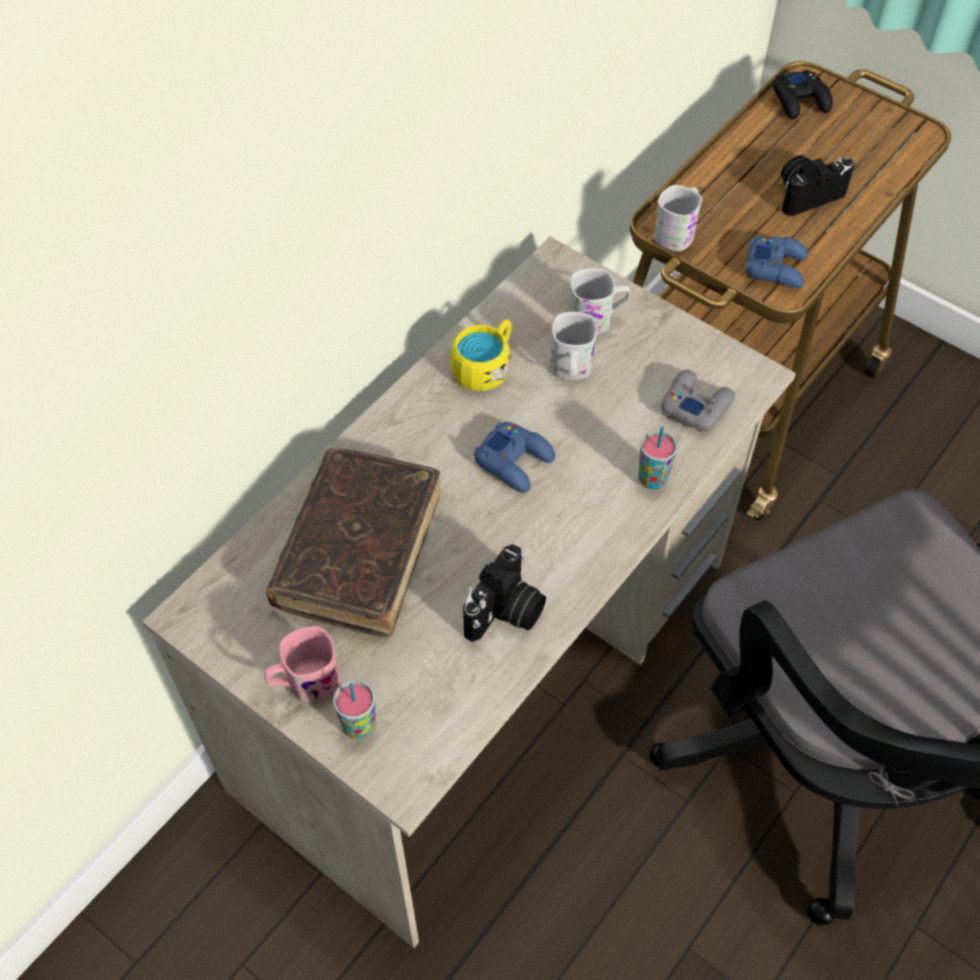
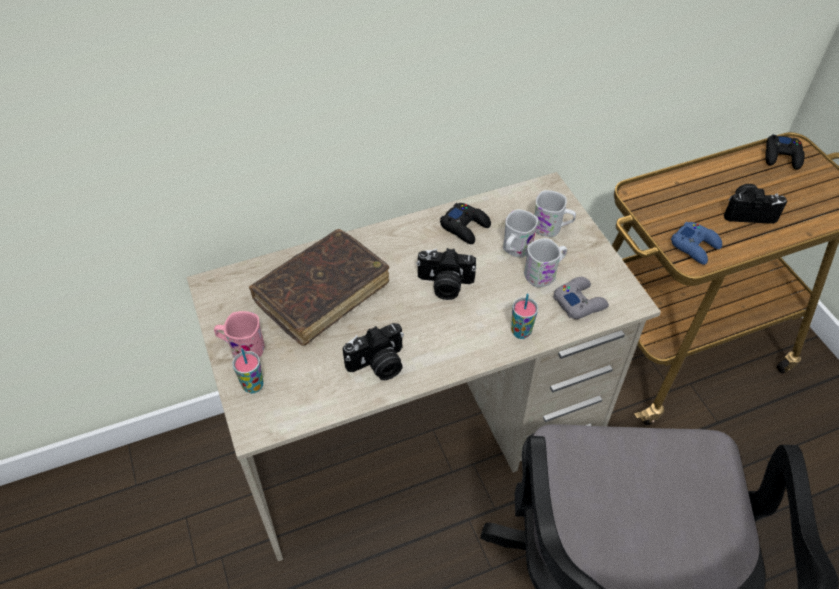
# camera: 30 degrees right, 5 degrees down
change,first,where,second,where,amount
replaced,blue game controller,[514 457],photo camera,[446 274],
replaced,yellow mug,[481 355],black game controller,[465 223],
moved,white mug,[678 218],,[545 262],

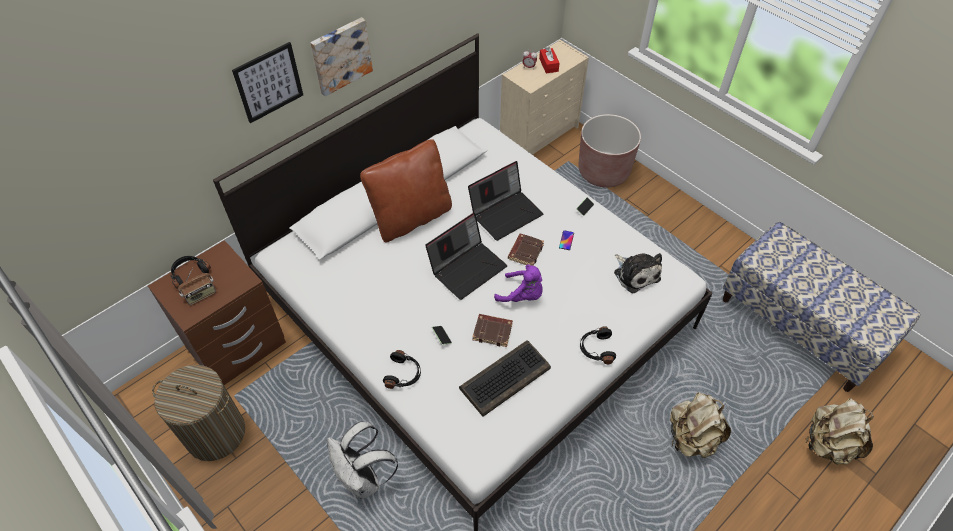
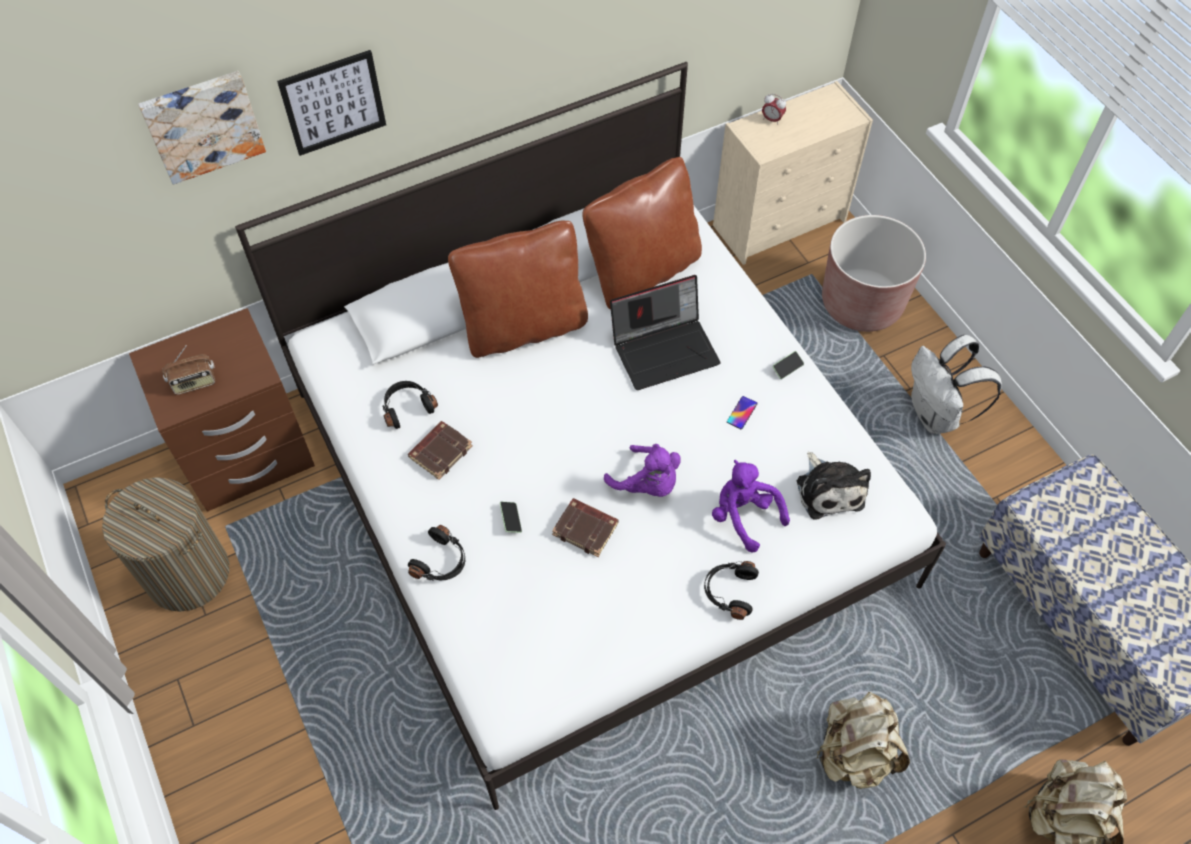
# camera: 15 degrees right, 5 degrees up
change,first,where,second,where,amount
moved,picture,[341 56],,[202 127],
moved,black headphones,[191 272],,[410 405],
moved,brown book,[526 250],,[440 450],
added,,,brown pillow,[642 233],
added,,,purple plush toy,[751 506],
moved,white backpack,[362 460],,[956 384],
removed,laptop,[466 256],,,
removed,keyboard,[505 378],,,
removed,red tissue box,[549 60],,,

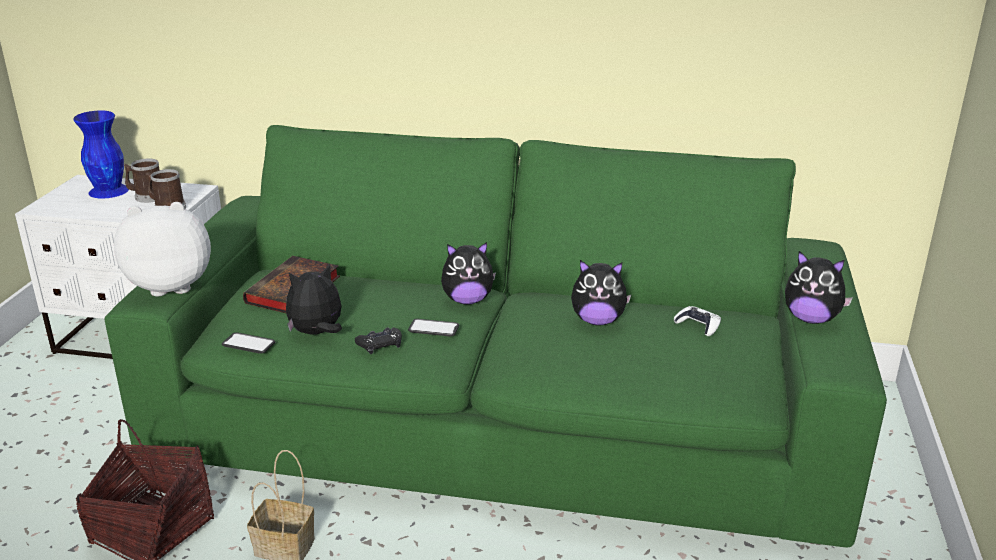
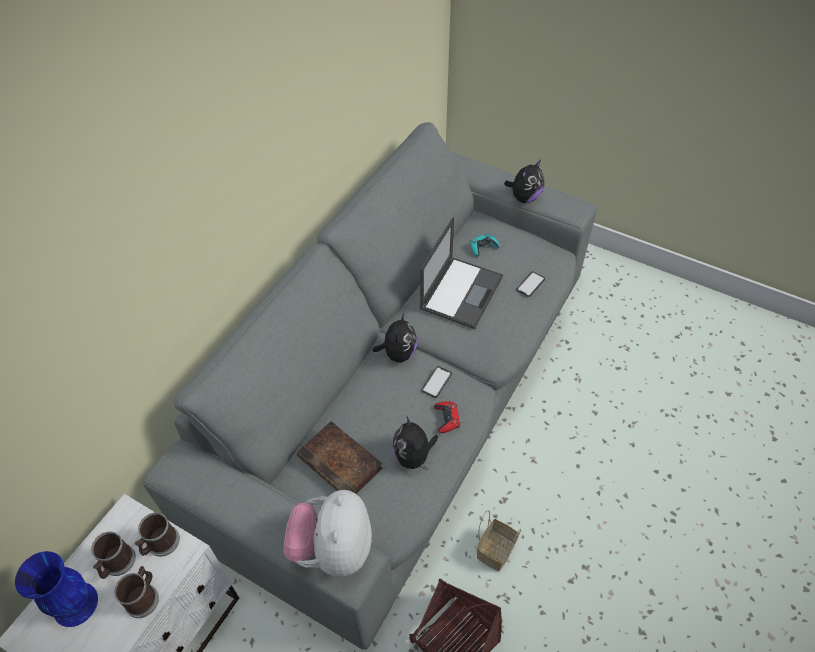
# camera: 70 degrees left, 25 degrees up
change,first,where,second,where,amount
added,,,mug,[136 592],
recoloured,green sofa,[496 336],grey sofa,[370 385],
replaced,plush toy,[601 292],laptop,[461 273],
recoloured,black game controller,[378 340],red game controller,[447 417],
recoloured,white game controller,[697 321],turquoise game controller,[485 245],
moved,phone,[248 343],,[530 284],

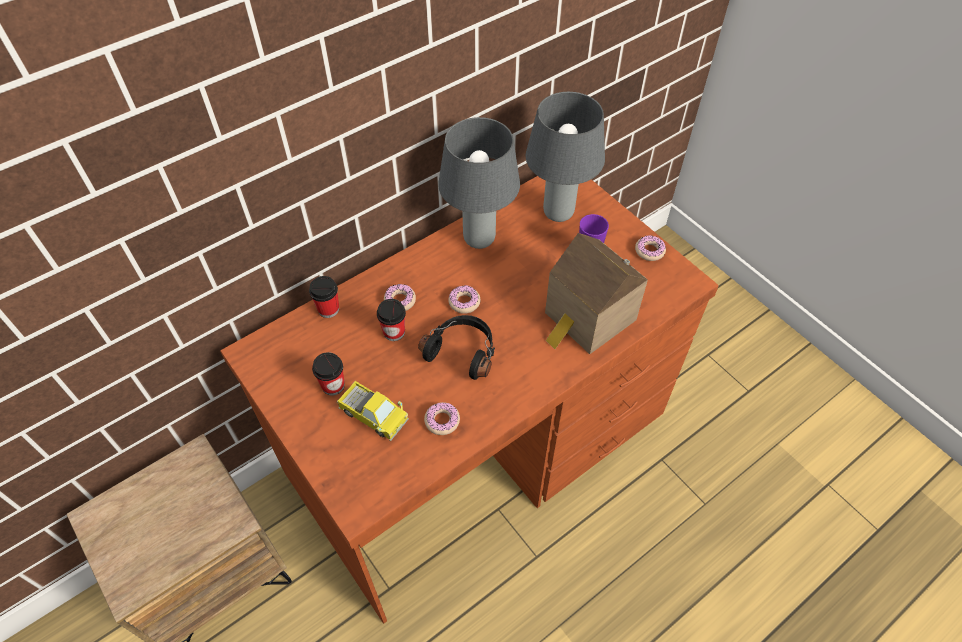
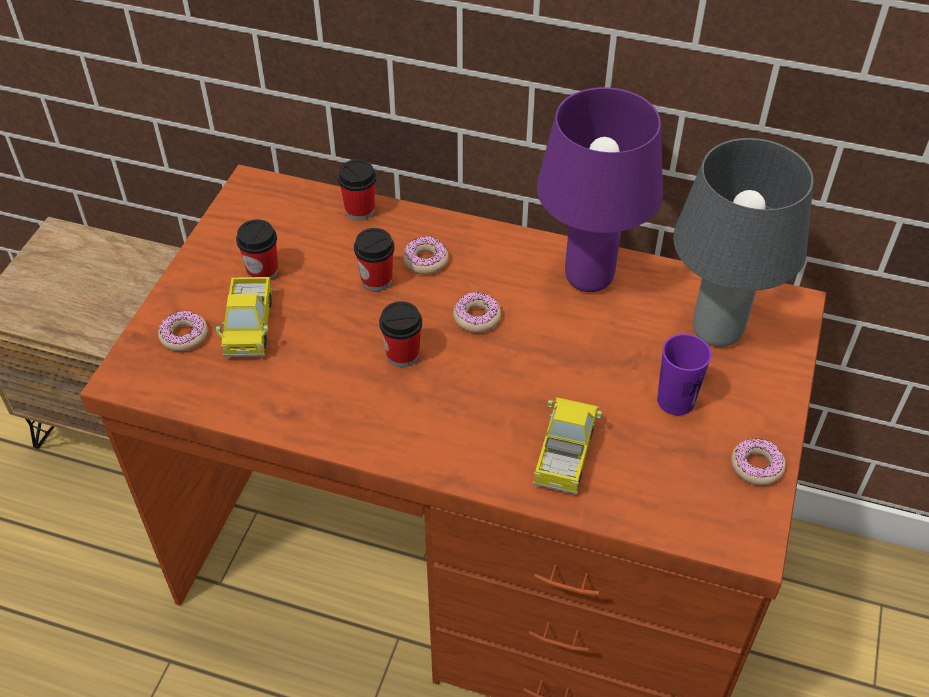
# camera: 55 degrees right, 5 degrees down
change,first,where,second,where,amount
moved,donut,[442 418],,[183 330],
replaced,black headphones,[456 347],cup,[400 334],
replaced,toy house,[596 293],toy truck,[567 446],
recoloured,grey table lamp,[479 183],purple table lamp,[600 189],

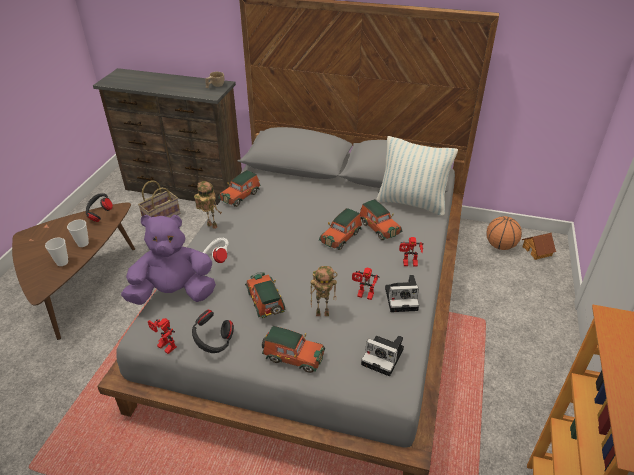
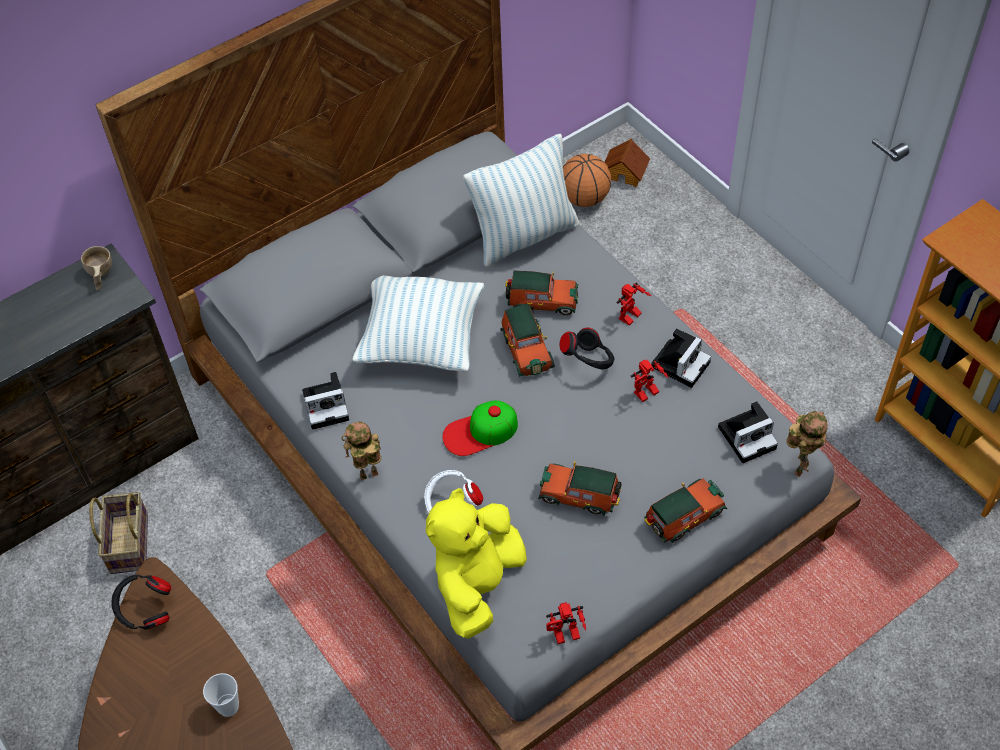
# camera: 50 degrees left, 15 degrees up
change,first,where,second,where,amount
replaced,toy car,[239 188],photo camera,[325 401],
added,,,pillow,[418 323],
recoloured,purple plush toy,[168 260],yellow plush toy,[476 563],
added,,,cap,[480 428],
moved,black headphones,[213 331],,[587 349],
moved,toy robot,[323 291],,[807 444],
removed,cup,[78 233],,,

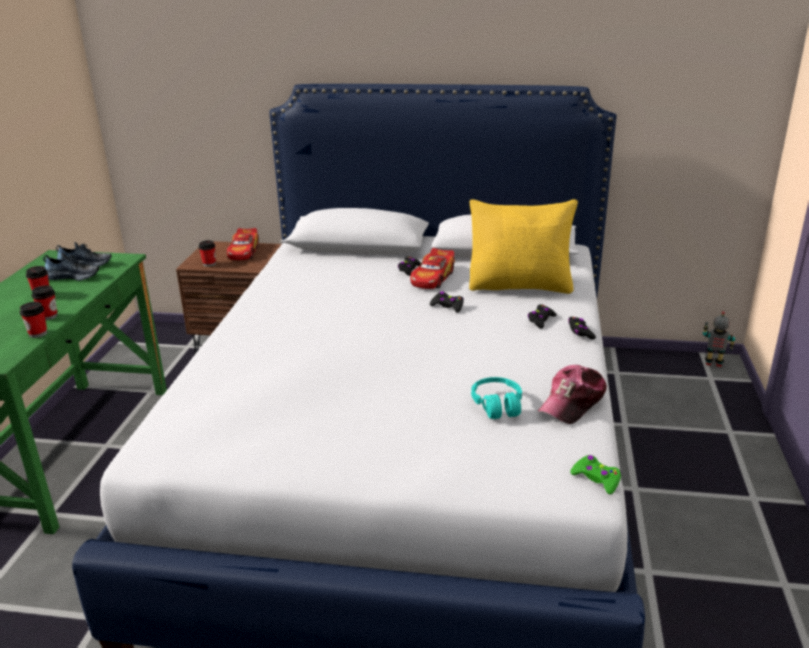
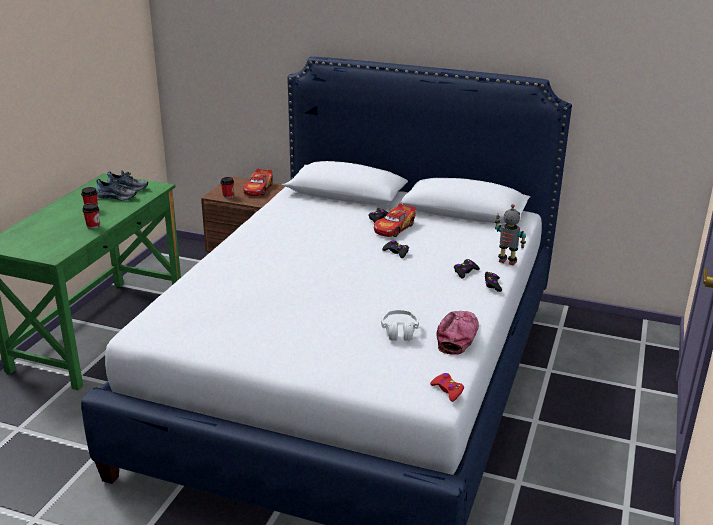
# camera: 10 degrees right, 0 degrees up
change,first,where,second,where,amount
recoloured,turquoise headphones,[496 398],white headphones,[400 325],
recoloured,green game controller,[596 474],red game controller,[447 387],
turned,cap,[572 394],,[457 333],150 degrees clockwise
moved,toy robot,[719 339],,[510 235],
removed,cup,[33 320],,,
removed,yellow pillow,[523 246],,,

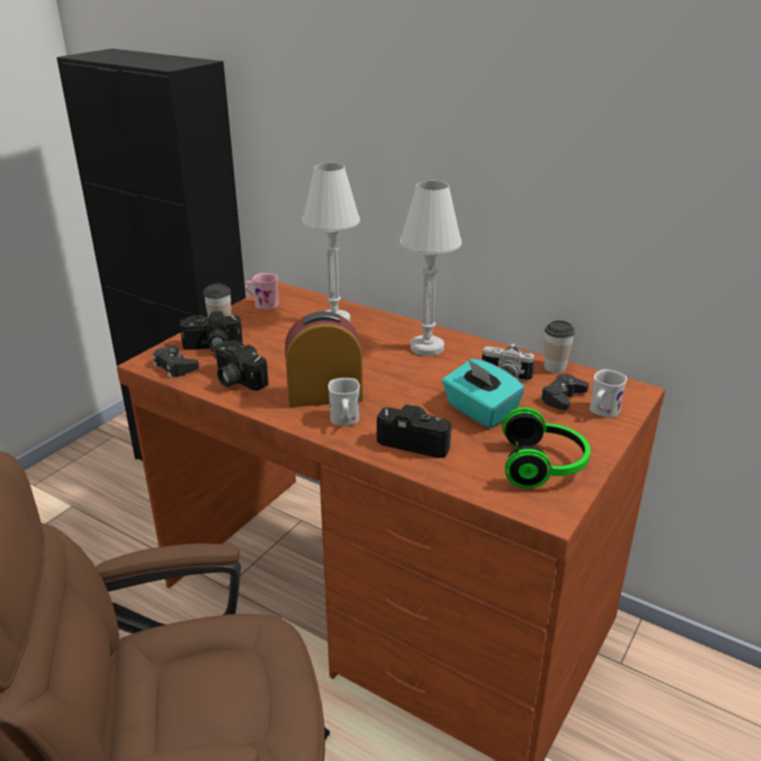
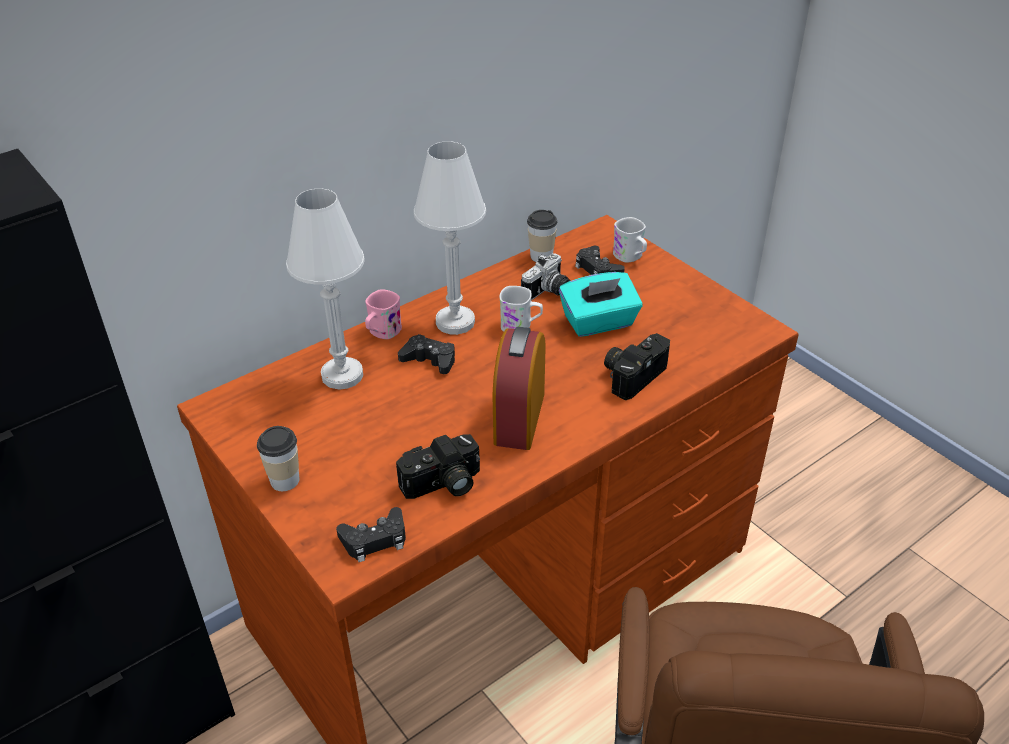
# camera: 70 degrees left, 10 degrees up
change,first,where,second,where,amount
moved,pink mug,[262 291],,[383 314],
added,,,black game controller,[426 354],
moved,white mug,[344 402],,[521 308],
removed,photo camera,[211 331],,,
removed,headphones,[546 447],,,

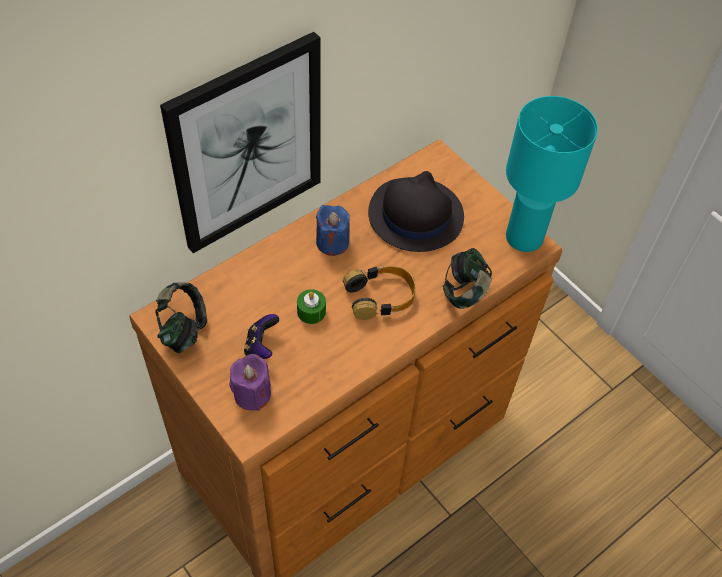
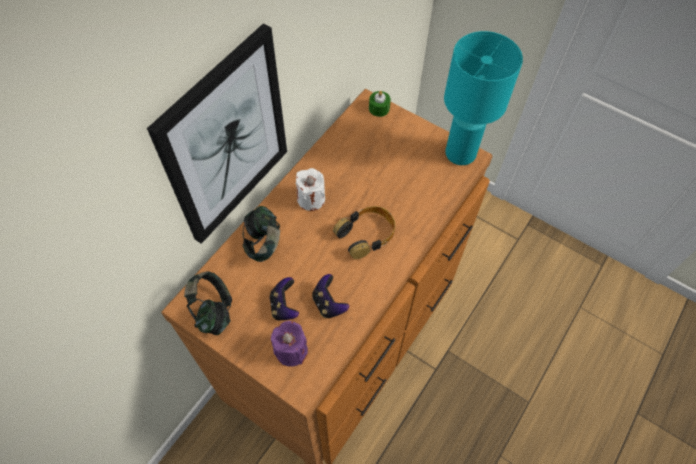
# camera: 15 degrees left, 5 degrees up
change,first,where,second,where,amount
moved,headphones,[467 278],,[261 234],
recoloured,blue candle,[333 230],white candle,[310 189],
added,,,game controller,[330 296],
moved,green candle,[311 306],,[380 104],
removed,black hat,[416 211],,,

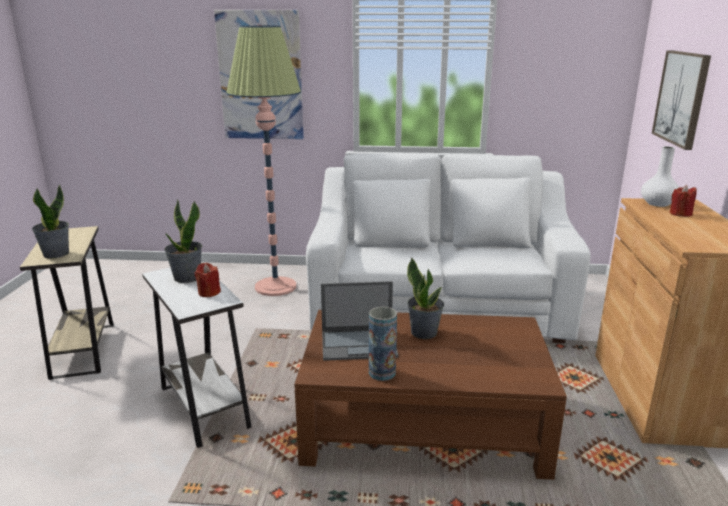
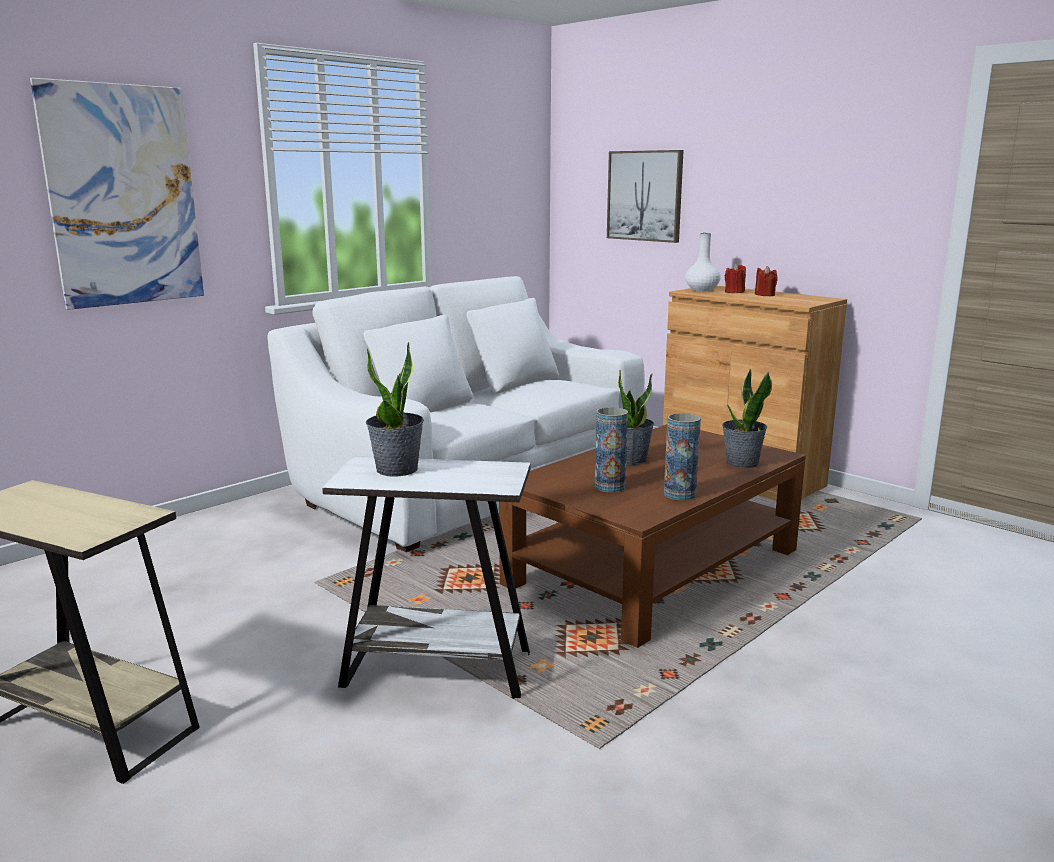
# camera: 50 degrees left, 5 degrees down
change,first,where,second,where,amount
replaced,laptop,[360 321],vase,[611 449],
moved,potted plant,[50 222],,[747 418],
moved,red candle,[208 280],,[766 281],
removed,floor lamp,[263 160],,,

